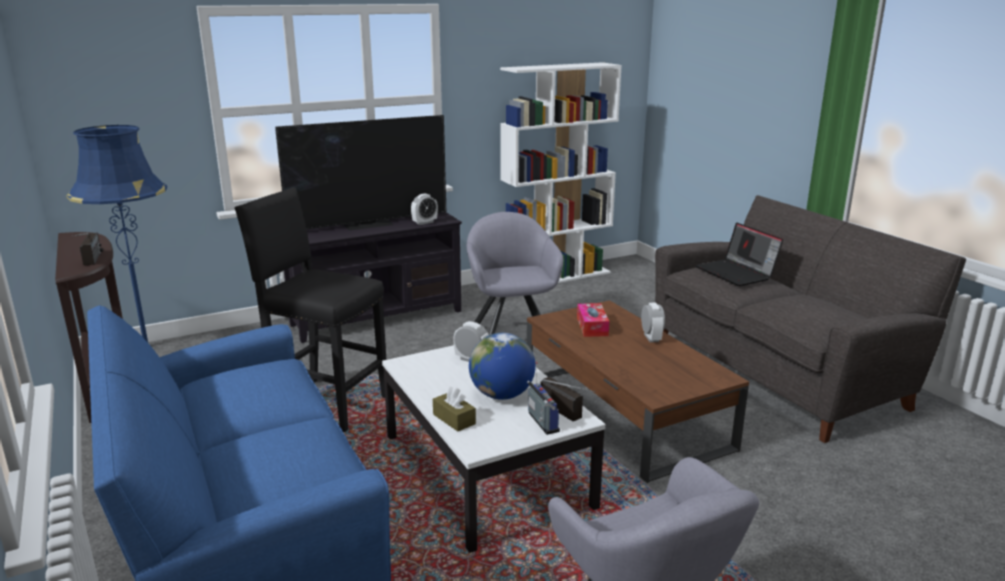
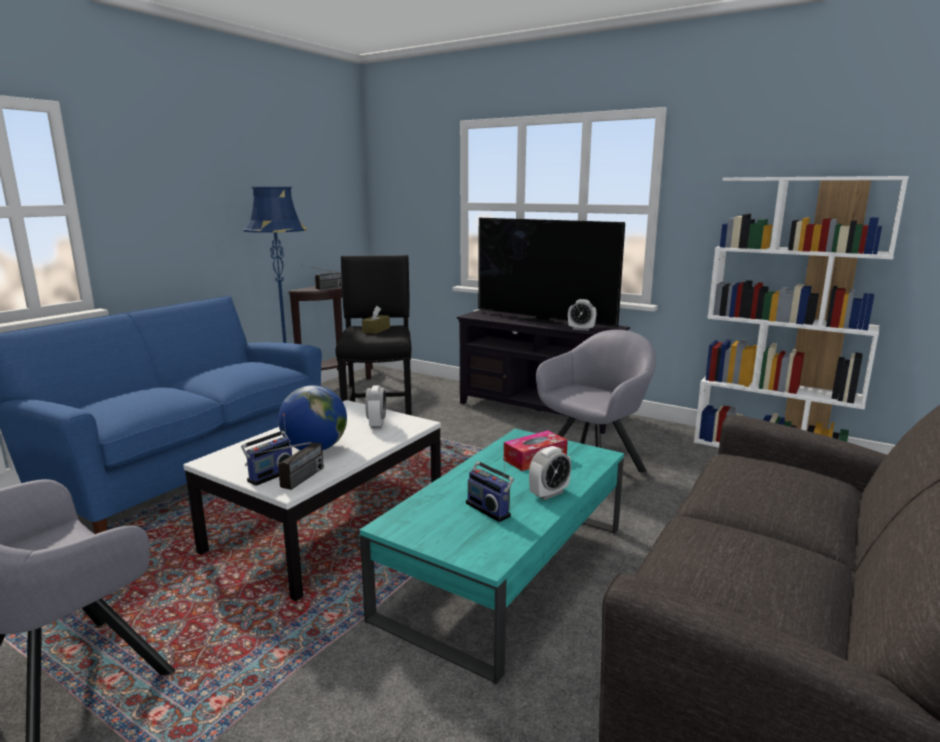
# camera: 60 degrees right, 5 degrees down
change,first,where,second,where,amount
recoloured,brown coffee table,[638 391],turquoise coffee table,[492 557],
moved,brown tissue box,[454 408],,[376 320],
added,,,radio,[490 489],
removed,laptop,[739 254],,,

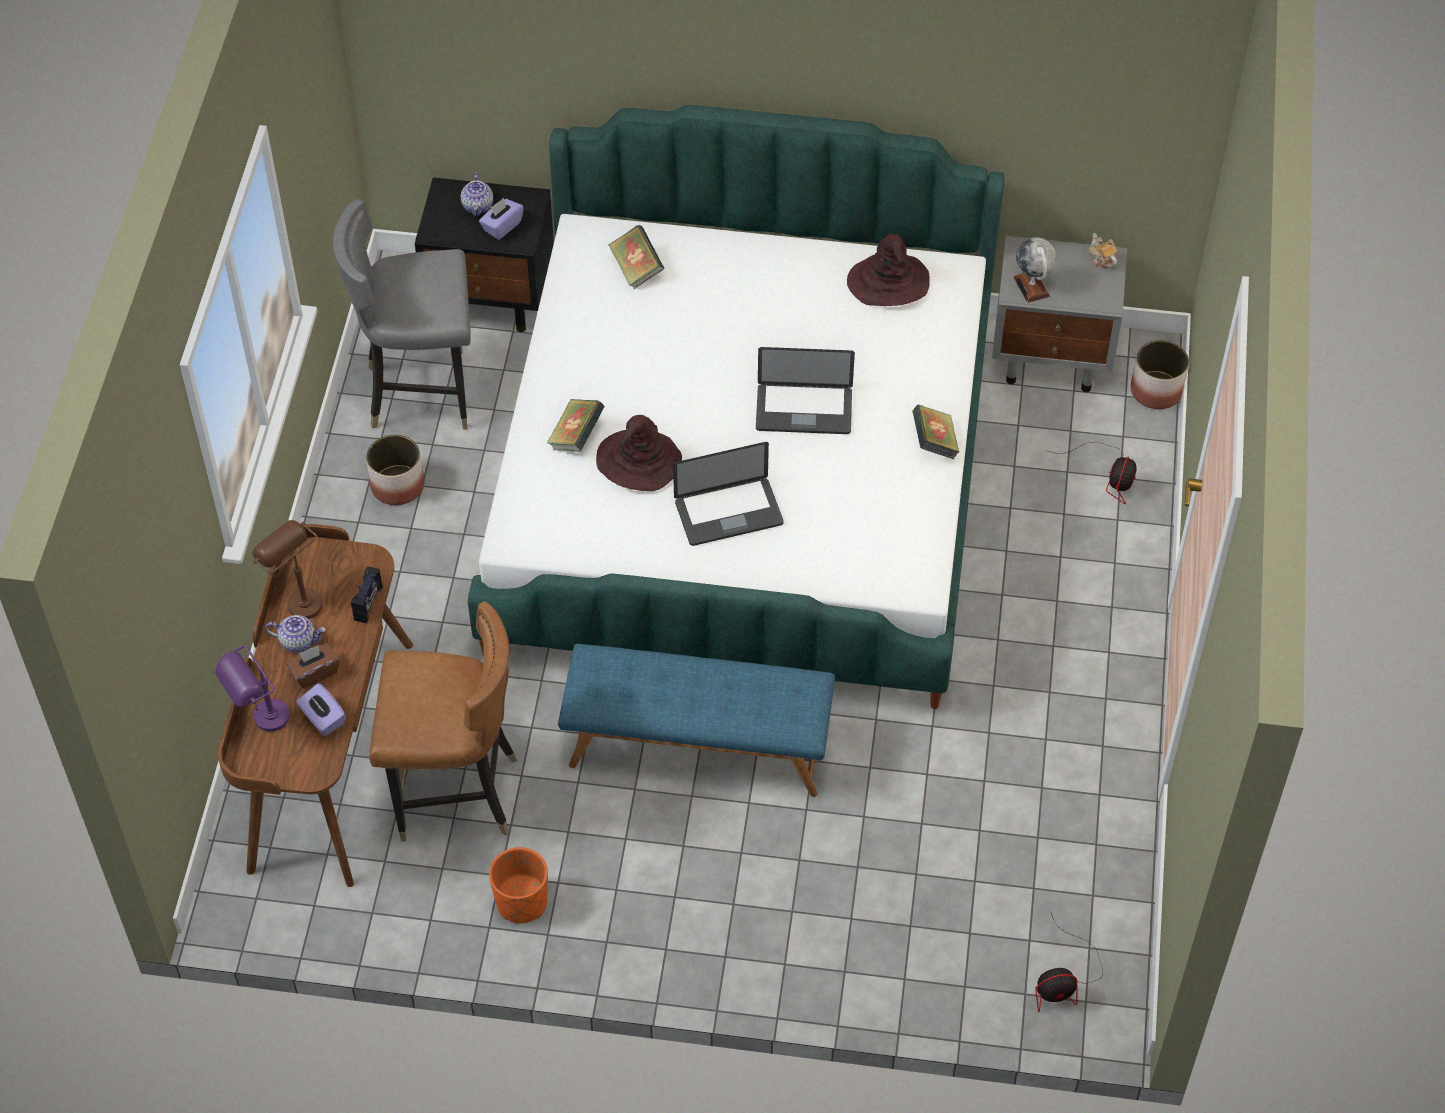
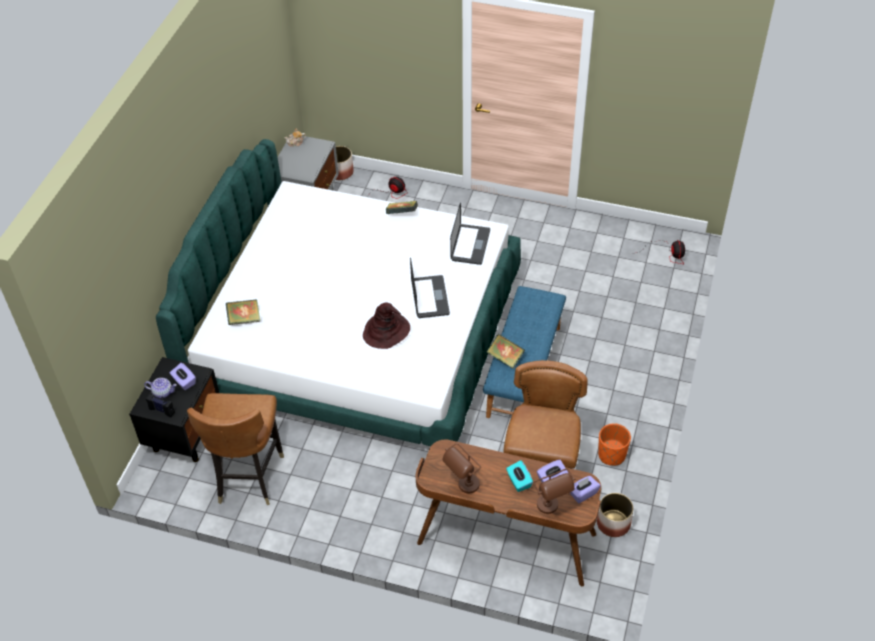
# camera: 80 degrees left, 5 degrees down
change,first,where,second,where,amount
moved,radio,[367 594],,[160 405],
recoloured,grey chair,[402 314],brown chair,[235 449],
moved,laptop,[805 390],,[470 233],
moved,book,[575 425],,[506 351],
recoloured,brown tissue box,[313 666],turquoise tissue box,[519 476],
recoloured,purple table lamp,[252 688],brown table lamp,[554 491],
added,,,purple tissue box,[585 489],
moved,planter,[395 470],,[615 515],
removed,teapot,[295 634],,,
removed,brown hat,[888 270],,,
removed,globe,[1034 270],,,

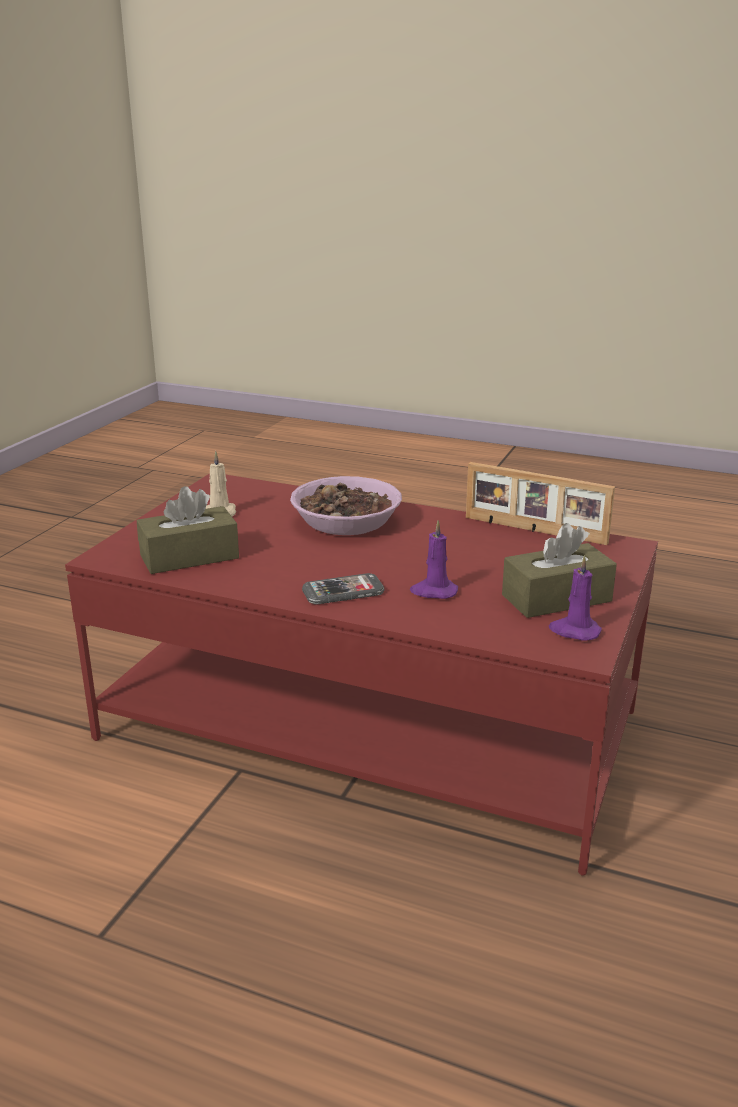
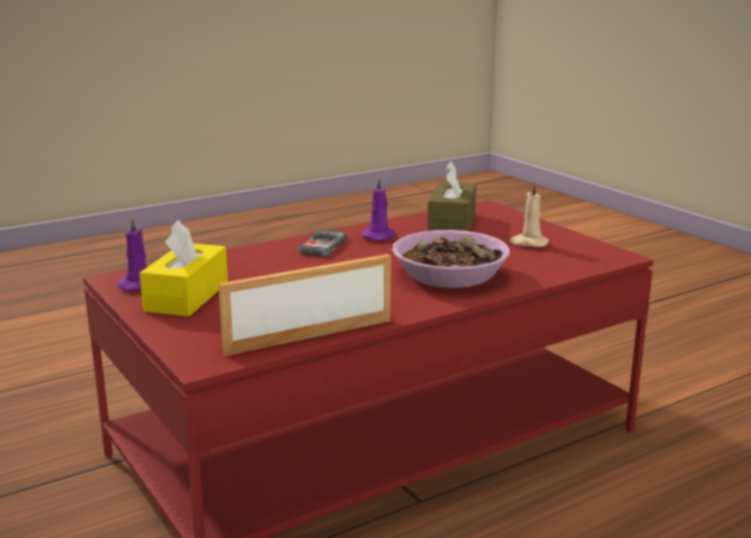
# camera: 125 degrees right, 5 degrees down
change,first,where,second,where,amount
recoloured,brown tissue box,[559 570],yellow tissue box,[184 268],
moved,purple candle,[434 559],,[378 208],

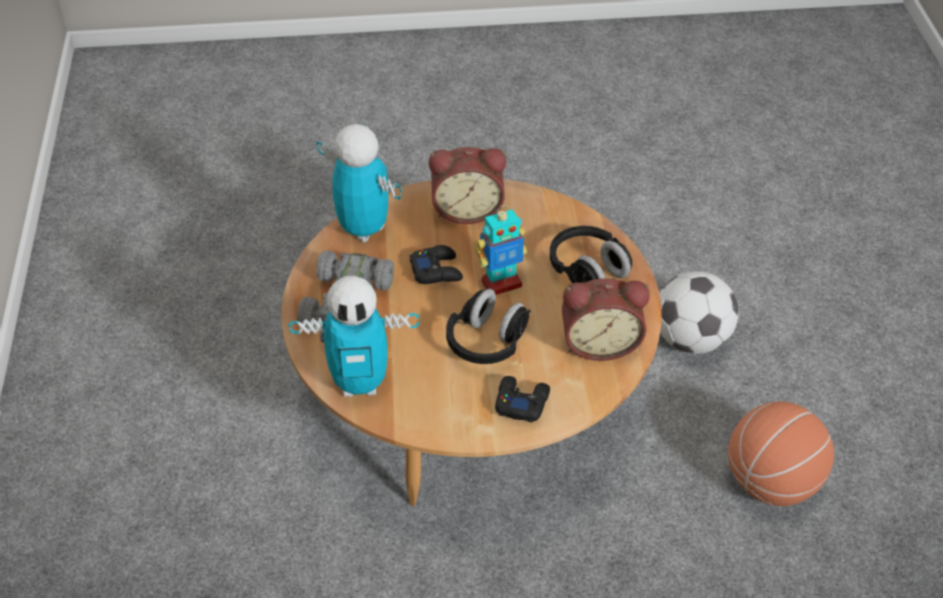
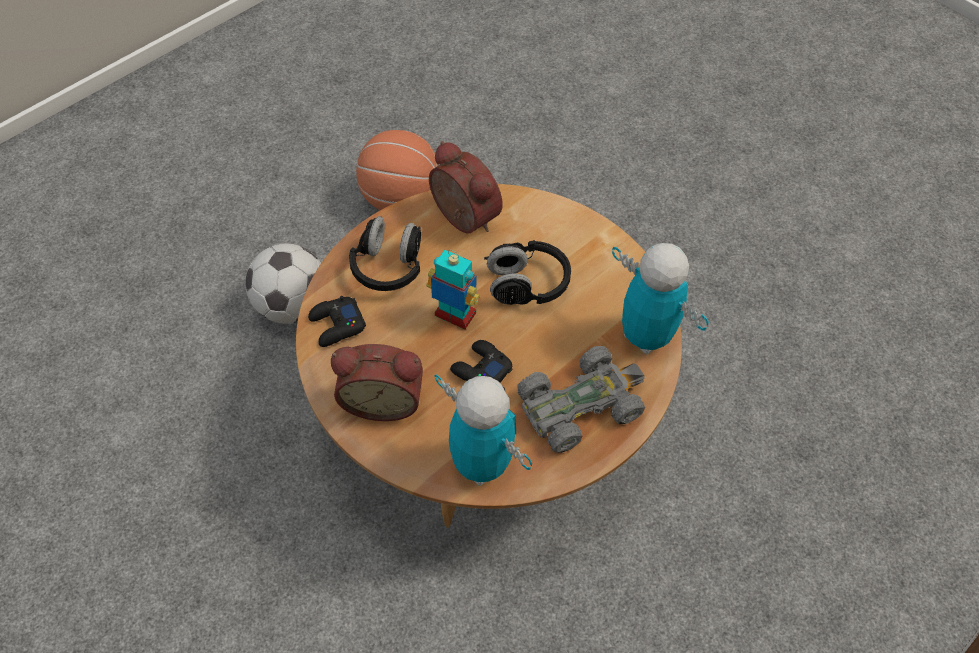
# camera: 130 degrees left, 10 degrees up
change,first,where,second,where,amount
moved,black game controller,[522 399],,[337 321],
turned,alarm clock,[467 185],,[377 382],135 degrees clockwise
turned,toy robot,[359 183],,[483 430],135 degrees clockwise

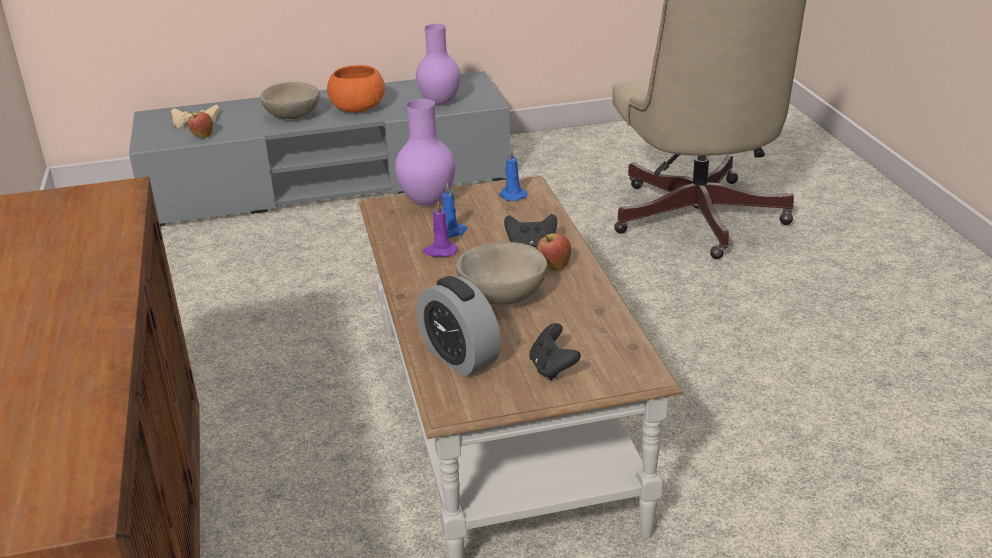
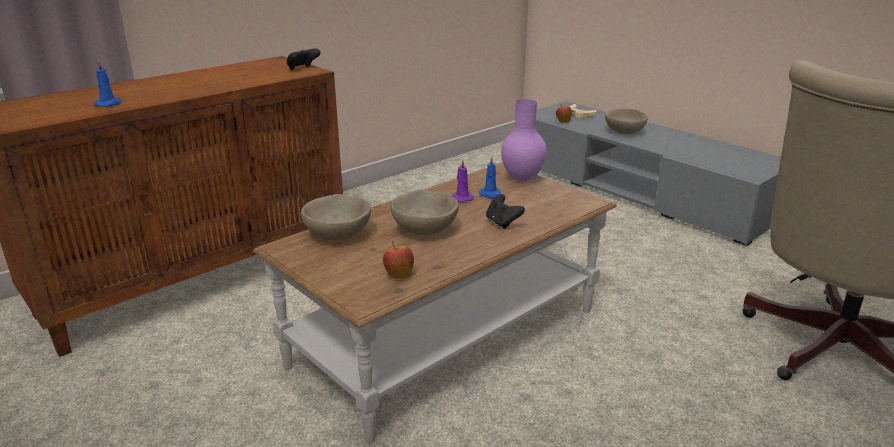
# camera: 60 degrees right, 5 degrees down
change,first,where,second,where,amount
moved,blue candle,[513 174],,[108 83],
moved,black game controller,[555 352],,[304 59],
replaced,alarm clock,[458 326],beige bowl,[336 217],
moved,apple,[553 252],,[398 260],
removed,orange bowl,[356 89],,,
removed,purple vase,[438 65],,,

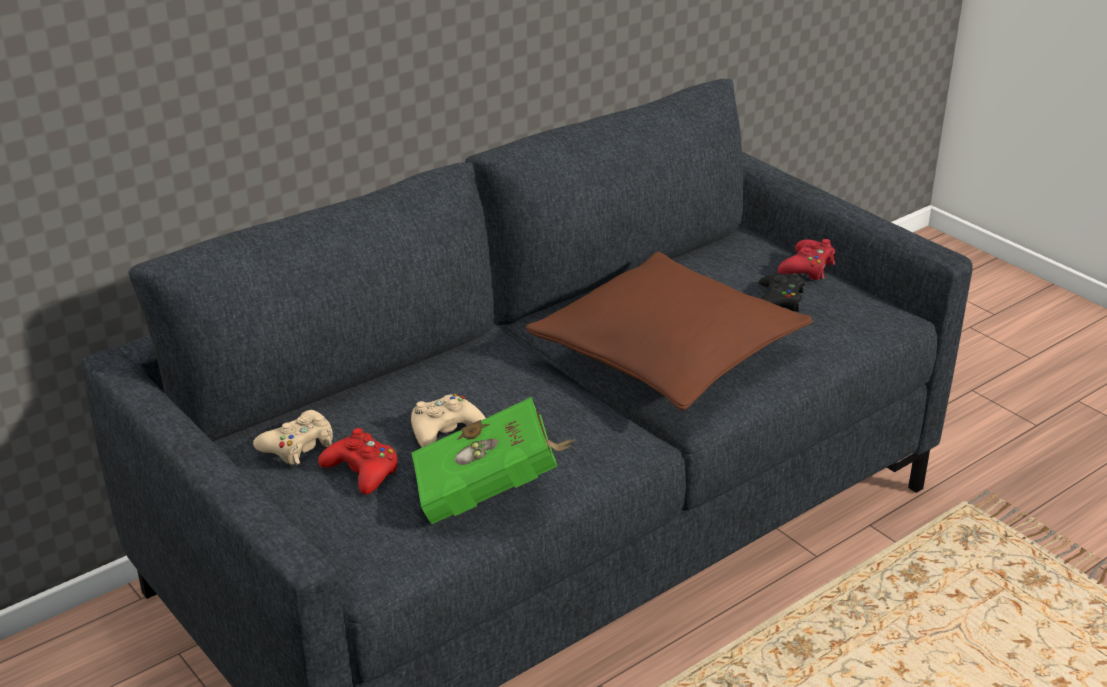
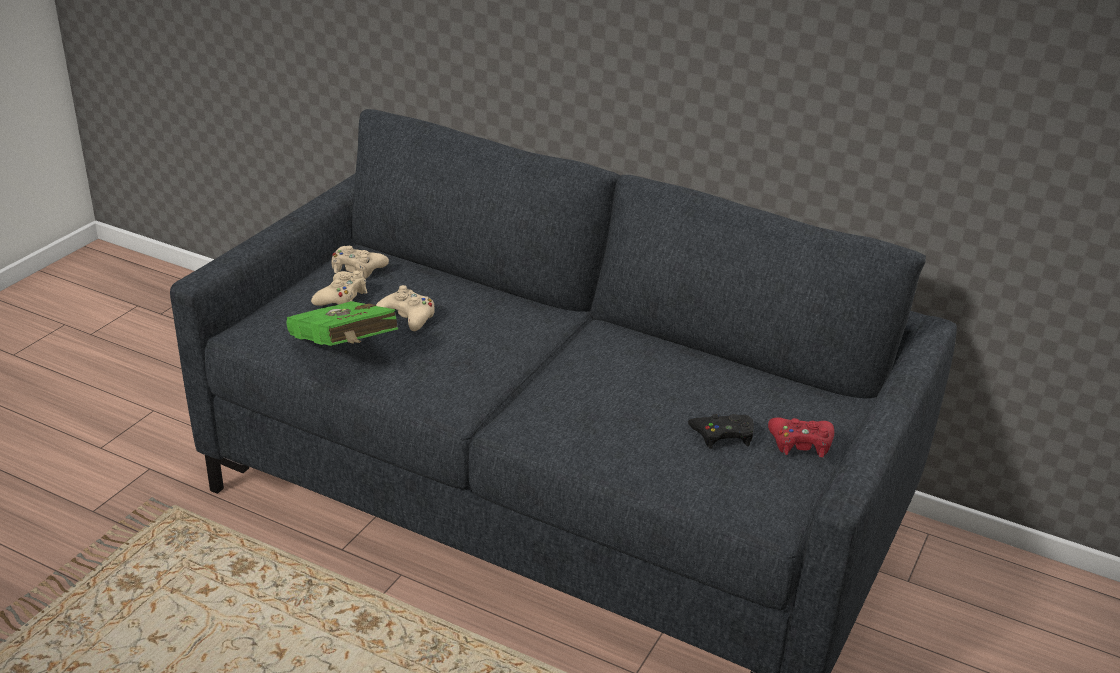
# camera: 65 degrees right, 0 degrees up
change,first,where,second,where,amount
recoloured,red game controller,[358 461],beige game controller,[339 288],
removed,brown pillow,[669 331],,,

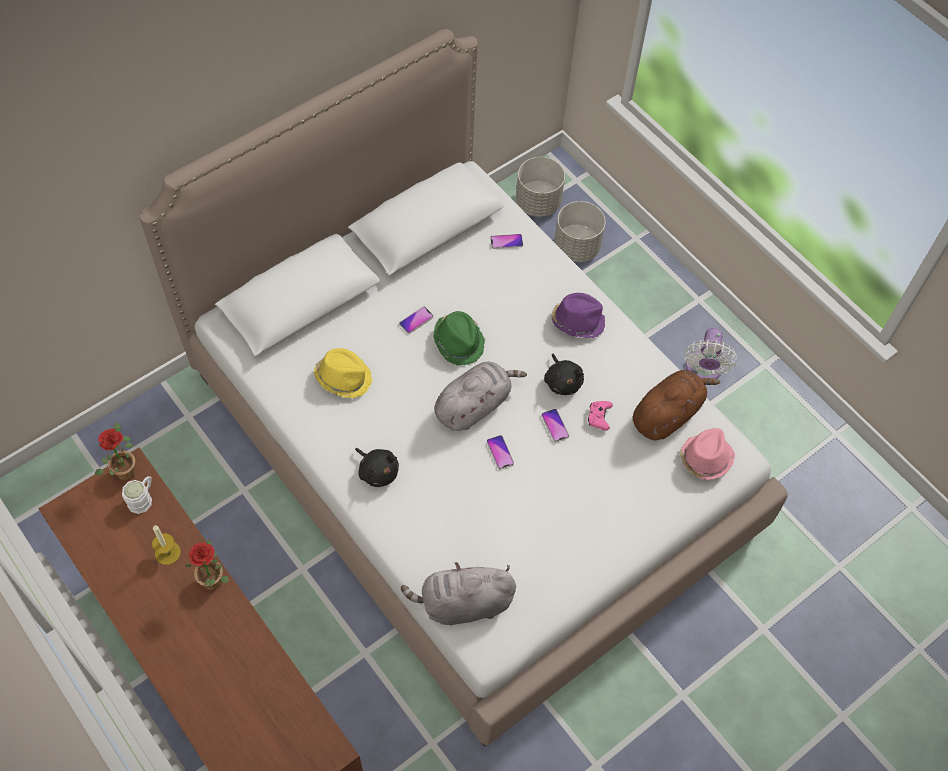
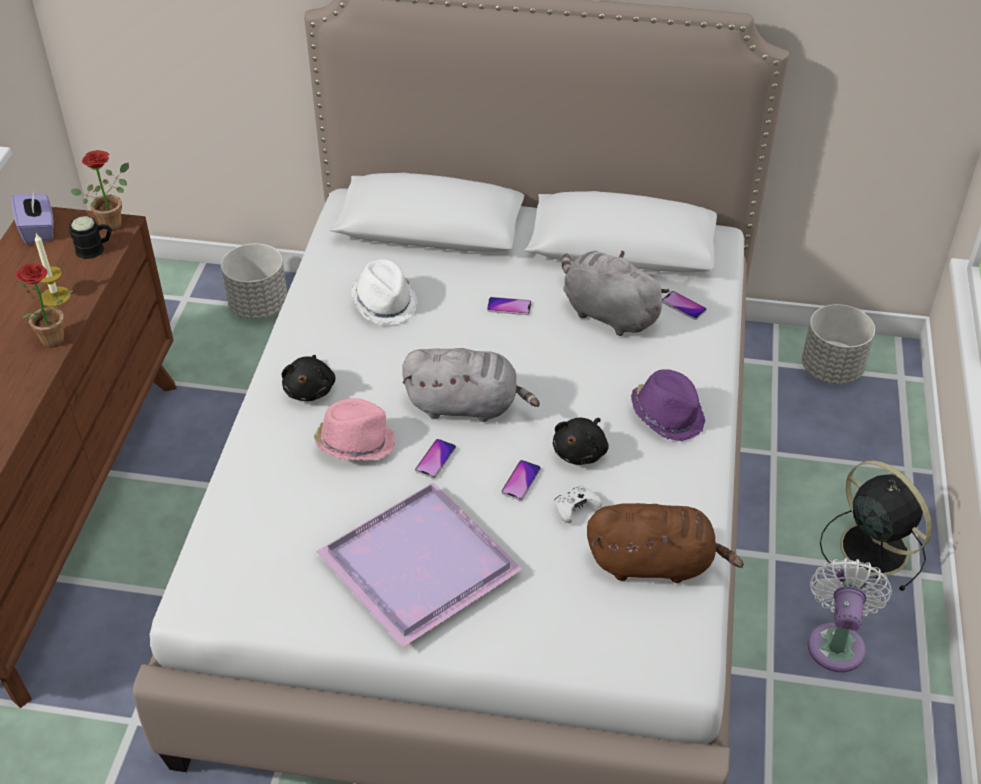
# camera: 50 degrees right, 15 degrees down
change,first,where,second,where,amount
added,,,purple tissue box,[32 217],
recoloured,white mug,[137 495],black mug,[90 237],
moved,grey planter,[580 231],,[254 281],
moved,pink hat,[707 454],,[354 429],
added,,,purple tray,[419 565],
recoloured,yellow hat,[343 373],white hat,[384 292],
recoloured,pink game controller,[600 416],white game controller,[578 504],
moved,grey plush toy,[458 593],,[616 293],
turned,white fan,[710 353],,[850 615],135 degrees clockwise
added,,,black fan,[876 525],
removed,green hat,[459 338],,,

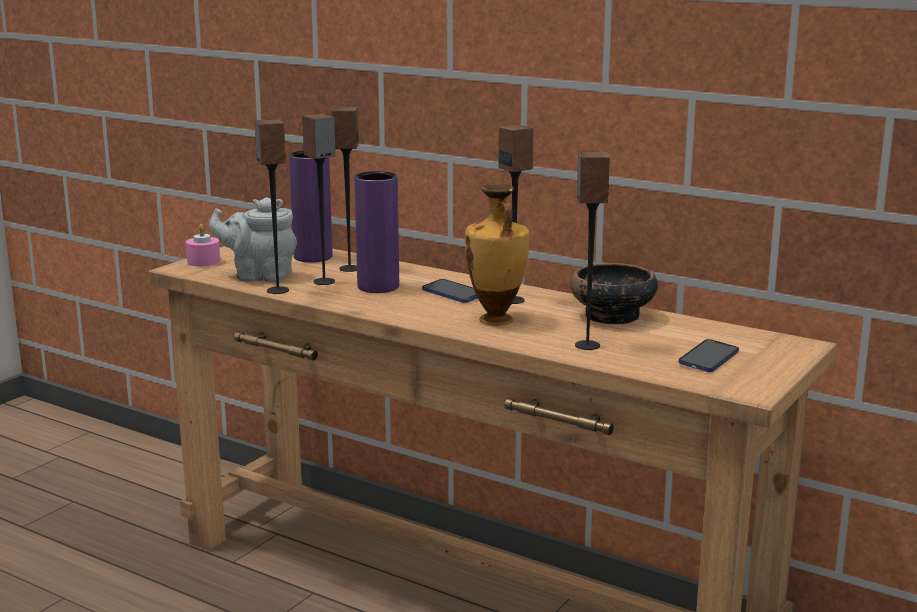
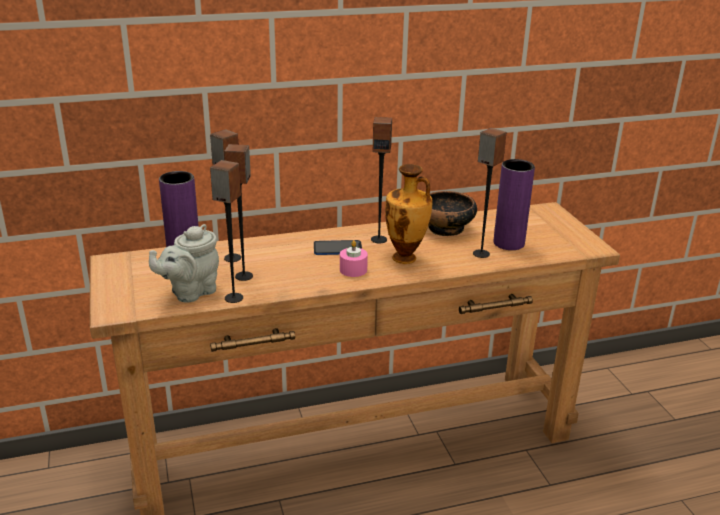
# camera: 50 degrees left, 10 degrees up
change,first,where,second,where,amount
moved,pink candle,[203 245],,[354 258],
moved,purple vase,[376 232],,[514 204],
removed,phone,[708 355],,,

